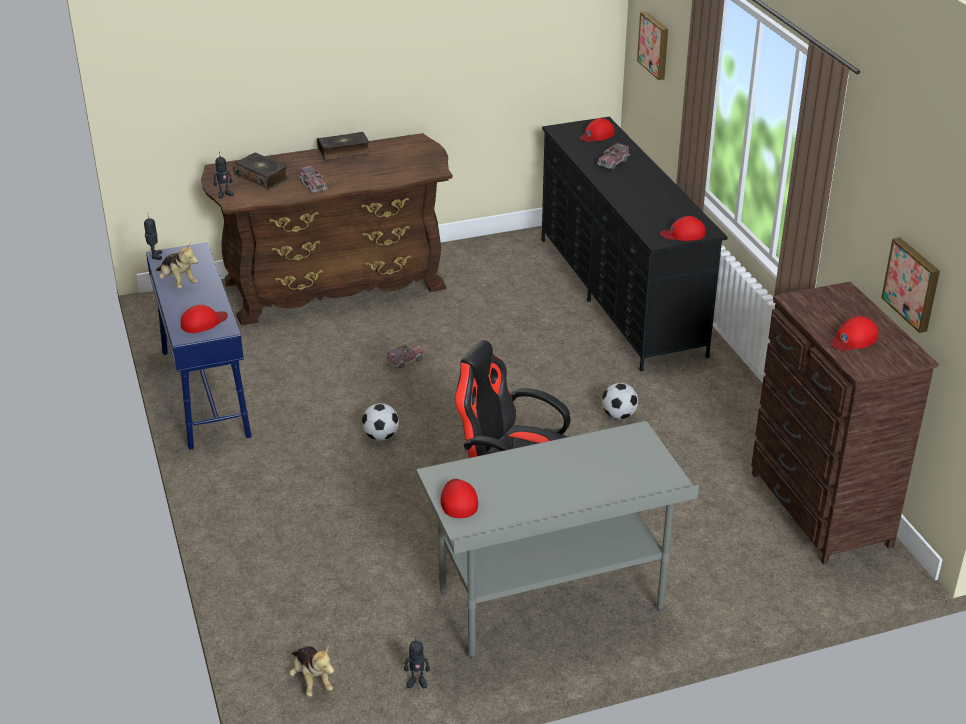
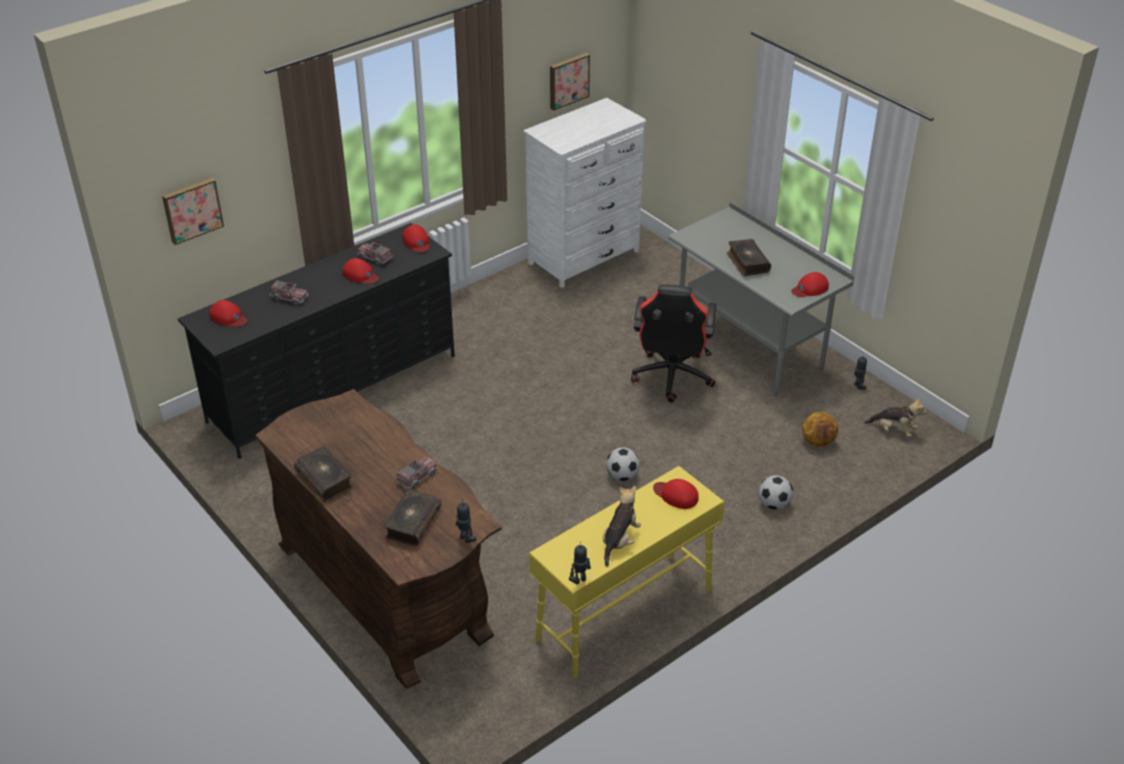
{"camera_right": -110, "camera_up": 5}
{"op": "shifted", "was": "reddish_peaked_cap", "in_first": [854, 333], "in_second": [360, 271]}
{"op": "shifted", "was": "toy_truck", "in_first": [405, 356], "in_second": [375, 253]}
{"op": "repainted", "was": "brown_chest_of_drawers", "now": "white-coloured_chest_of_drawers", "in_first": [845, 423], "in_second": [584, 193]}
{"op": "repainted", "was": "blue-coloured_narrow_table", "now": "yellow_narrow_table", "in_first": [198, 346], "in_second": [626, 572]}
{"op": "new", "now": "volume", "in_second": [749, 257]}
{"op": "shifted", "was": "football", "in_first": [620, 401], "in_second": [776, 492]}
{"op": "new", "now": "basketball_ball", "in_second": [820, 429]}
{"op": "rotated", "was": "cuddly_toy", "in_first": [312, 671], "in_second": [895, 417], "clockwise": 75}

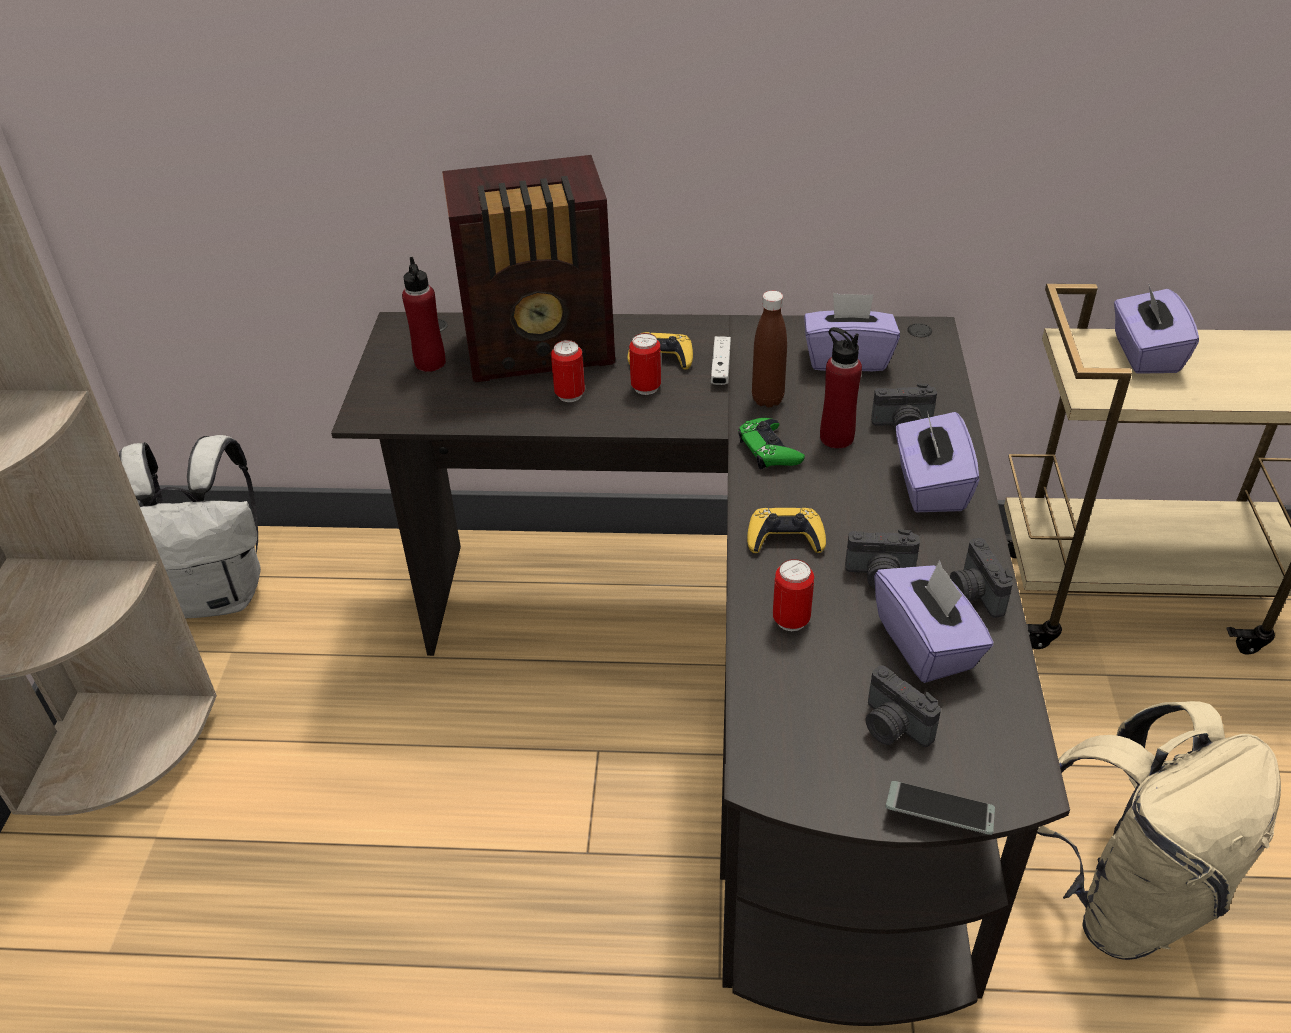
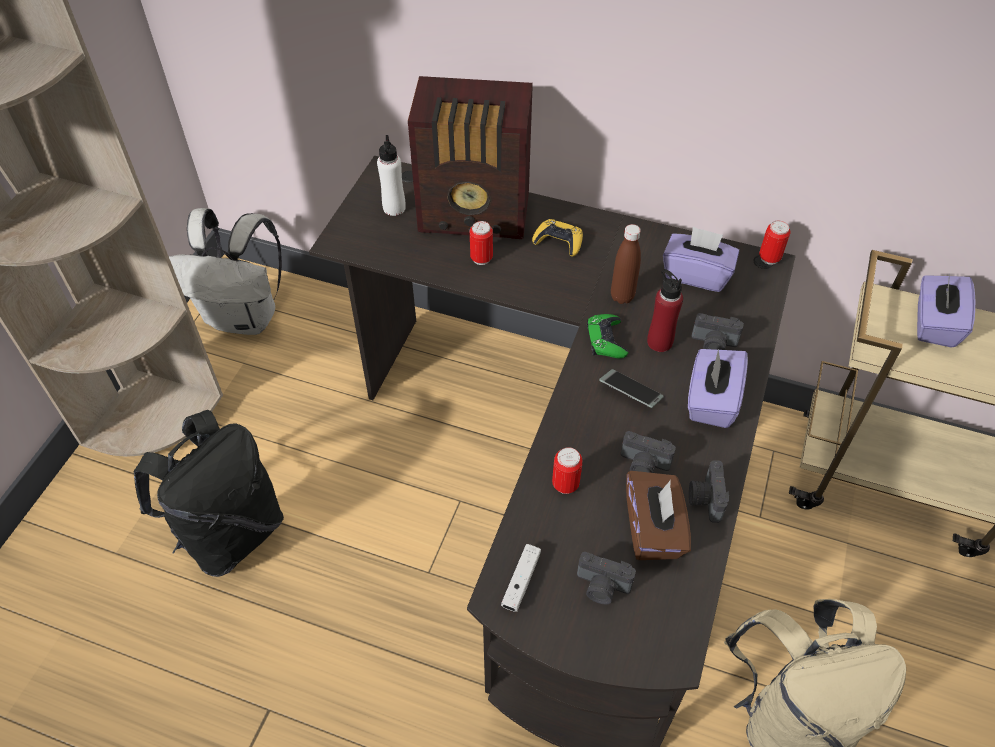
{"camera_right": 15, "camera_up": 10}
{"op": "new", "now": "black-coloured_rucksack", "in_second": [208, 493]}
{"op": "repainted", "was": "reddish_bottle", "now": "white-coloured_bottle", "in_first": [424, 314], "in_second": [391, 175]}
{"op": "shifted", "was": "white-coloured_gamepad", "in_first": [721, 360], "in_second": [521, 578]}
{"op": "rotated", "was": "photo_camera", "in_first": [903, 706], "in_second": [606, 578], "clockwise": -45}
{"op": "shifted", "was": "telephone", "in_first": [940, 808], "in_second": [631, 388]}
{"op": "repainted", "was": "purple-coloured_tissue_box", "now": "brown_tissue_box", "in_first": [934, 621], "in_second": [658, 515]}
{"op": "shifted", "was": "sealed_can", "in_first": [645, 364], "in_second": [775, 243]}
{"op": "gone", "was": "yellow_gamepad", "in_first": [786, 530]}

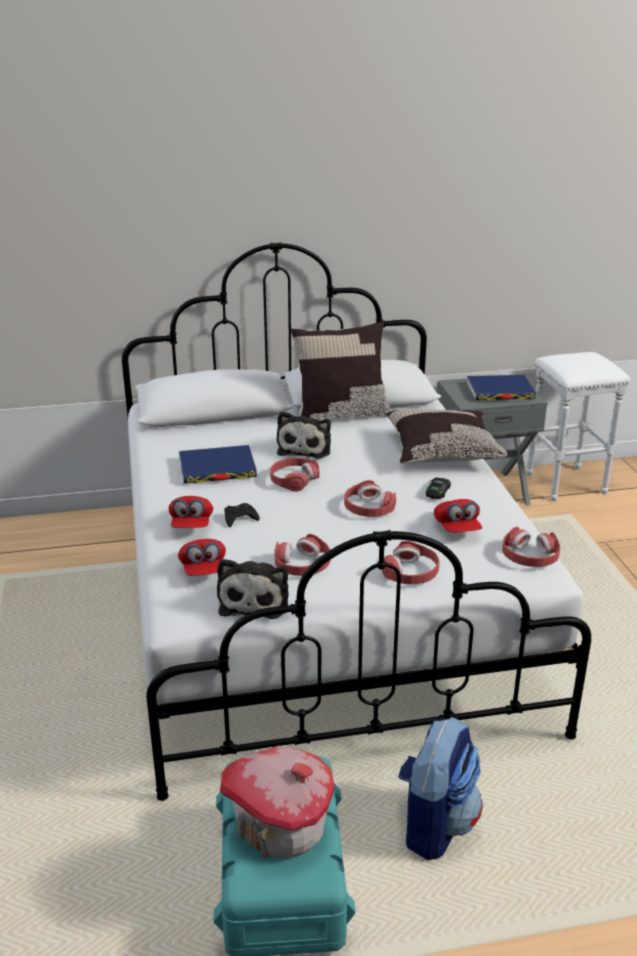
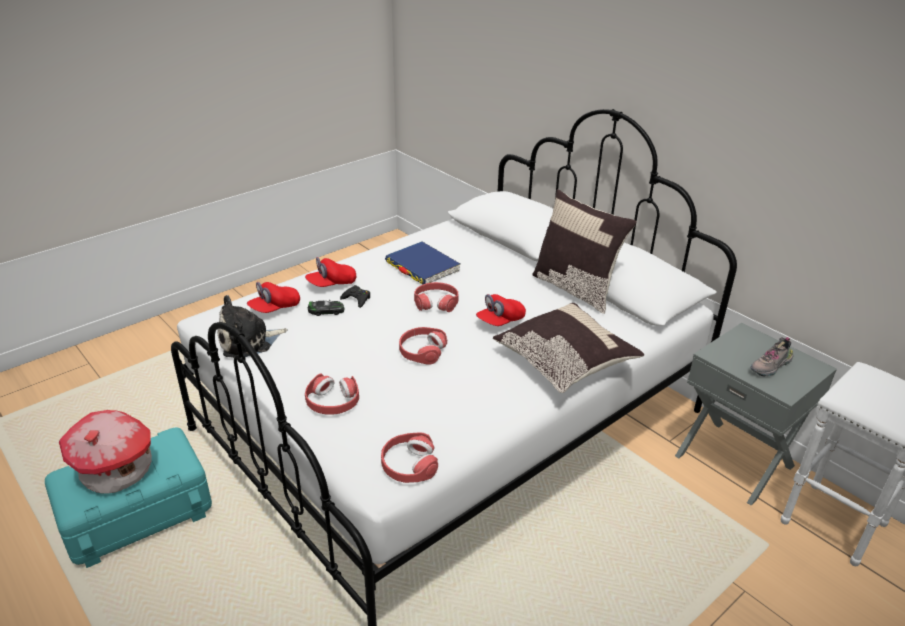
{"camera_right": 60, "camera_up": 5}
{"op": "shifted", "was": "model_car", "in_first": [438, 489], "in_second": [326, 308]}
{"op": "shifted", "was": "reddish_peaked_cap", "in_first": [458, 515], "in_second": [501, 310]}
{"op": "swapped", "was": "blue-coloured_volume", "now": "shoe", "in_first": [501, 387], "in_second": [771, 357]}
{"op": "gone", "was": "reddish_pair_of_headphones", "in_first": [302, 555]}
{"op": "gone", "was": "cuddly_toy", "in_first": [304, 435]}
{"op": "gone", "was": "rucksack", "in_first": [440, 788]}

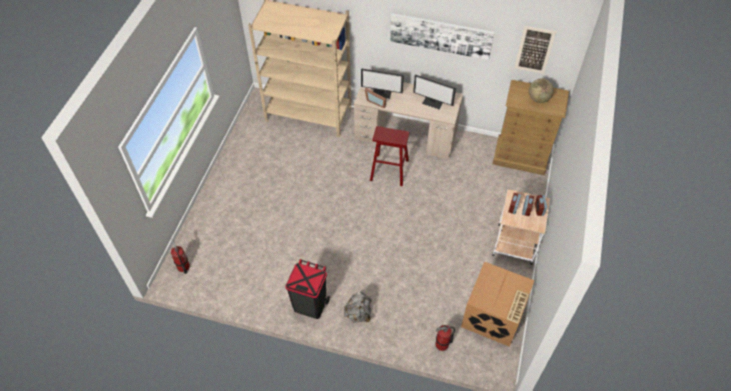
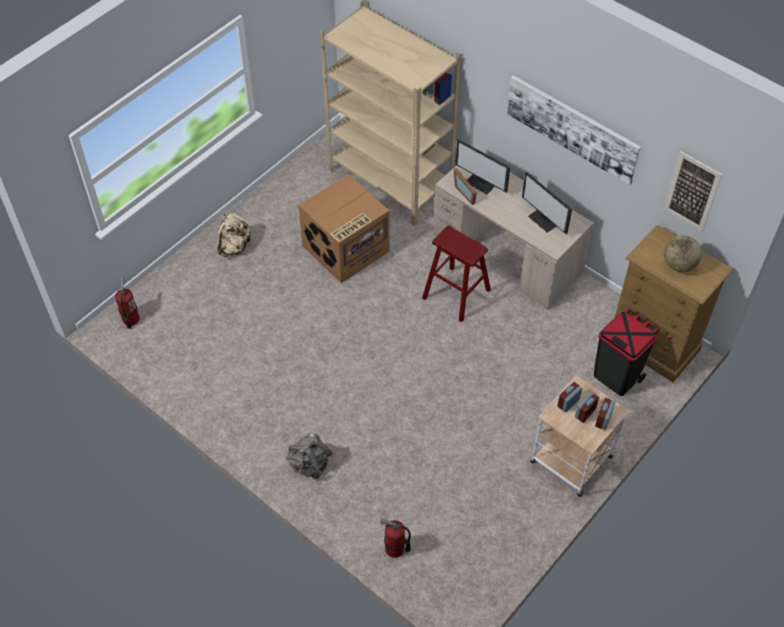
{"camera_right": 25, "camera_up": 0}
{"op": "new", "now": "beige_rucksack", "in_second": [234, 235]}
{"op": "shifted", "was": "cardboard_box", "in_first": [497, 304], "in_second": [344, 228]}
{"op": "shifted", "was": "black-coloured_waste_bin", "in_first": [307, 289], "in_second": [626, 352]}

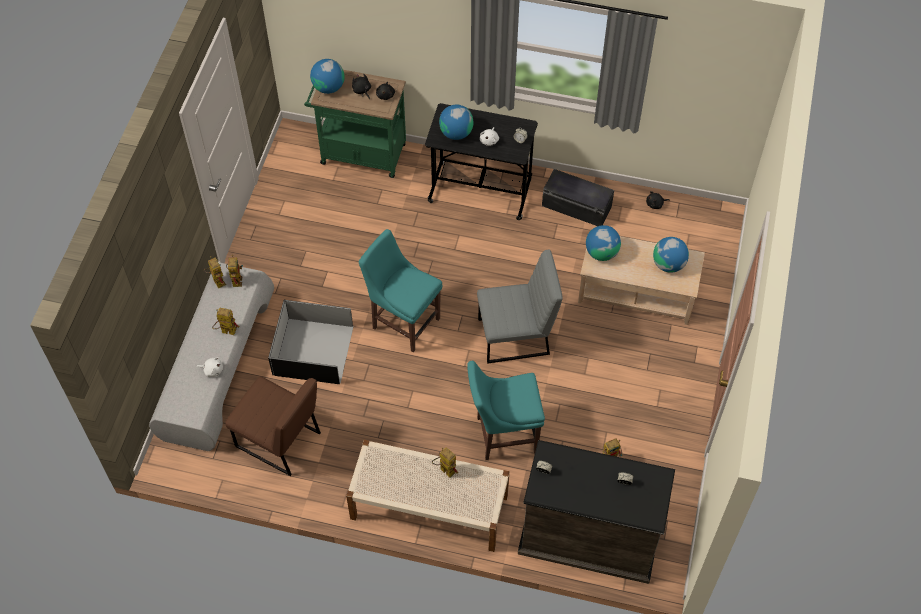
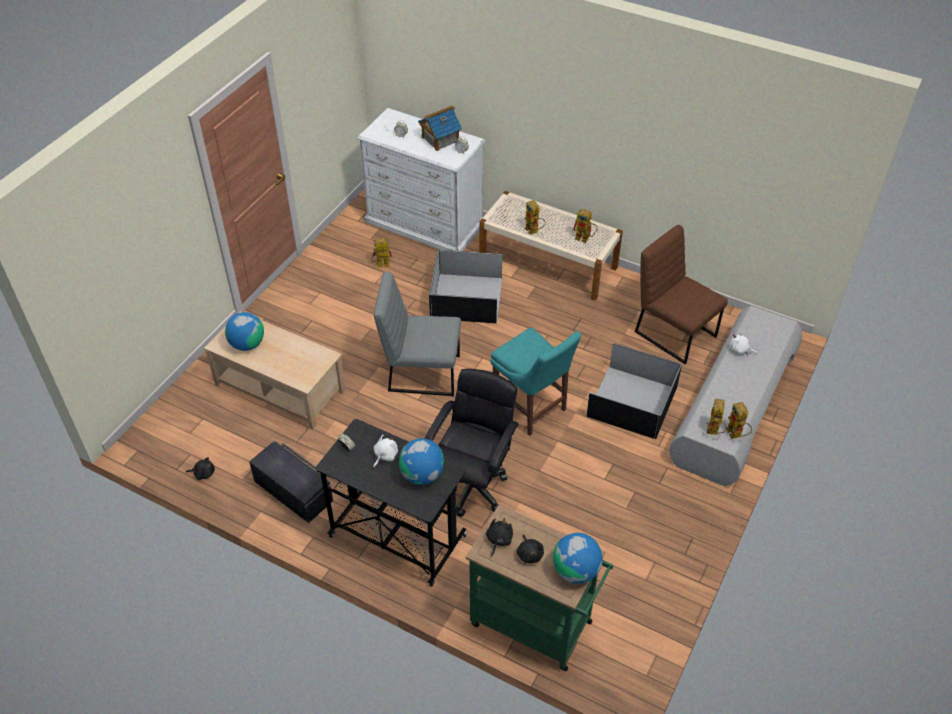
{"camera_right": -165, "camera_up": -10}
{"op": "repainted", "was": "black-coloured_chest_of_drawers", "now": "white-coloured_chest_of_drawers", "in_first": [596, 512], "in_second": [421, 179]}
{"op": "new", "now": "miniature_house", "in_second": [440, 128]}
{"op": "new", "now": "black-coloured_desk_chair", "in_second": [472, 443]}
{"op": "swapped", "was": "turquoise-coloured_plain_chair", "now": "black-coloured_storage_container", "in_first": [506, 410], "in_second": [466, 286]}
{"op": "shifted", "was": "toy_robot", "in_first": [225, 321], "in_second": [585, 226]}
{"op": "gone", "was": "globe", "in_first": [603, 243]}

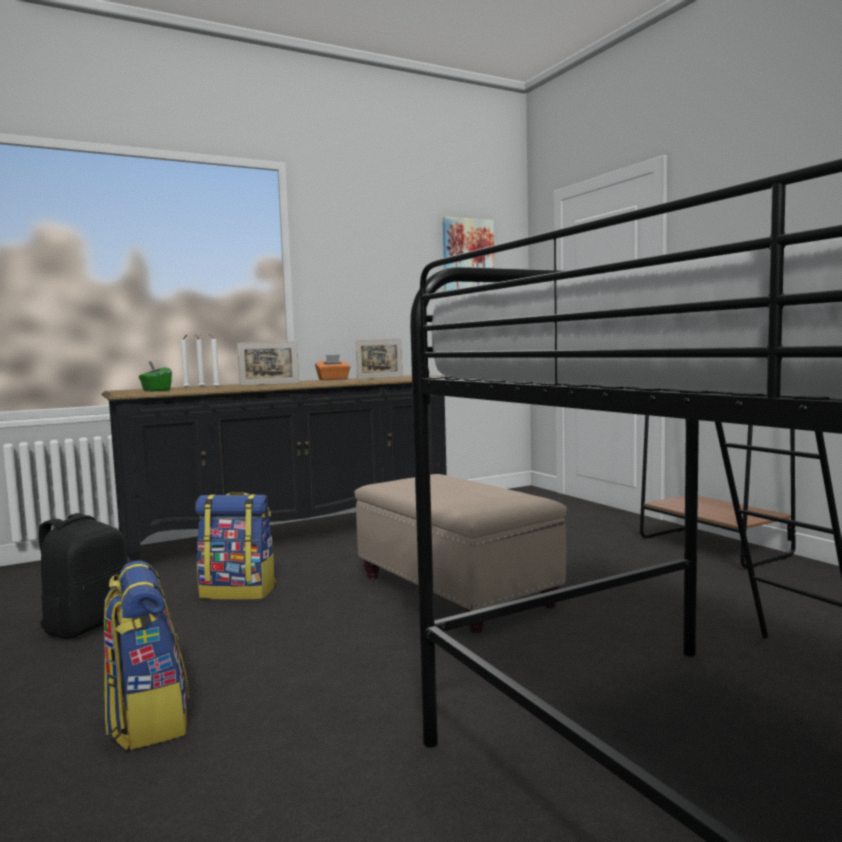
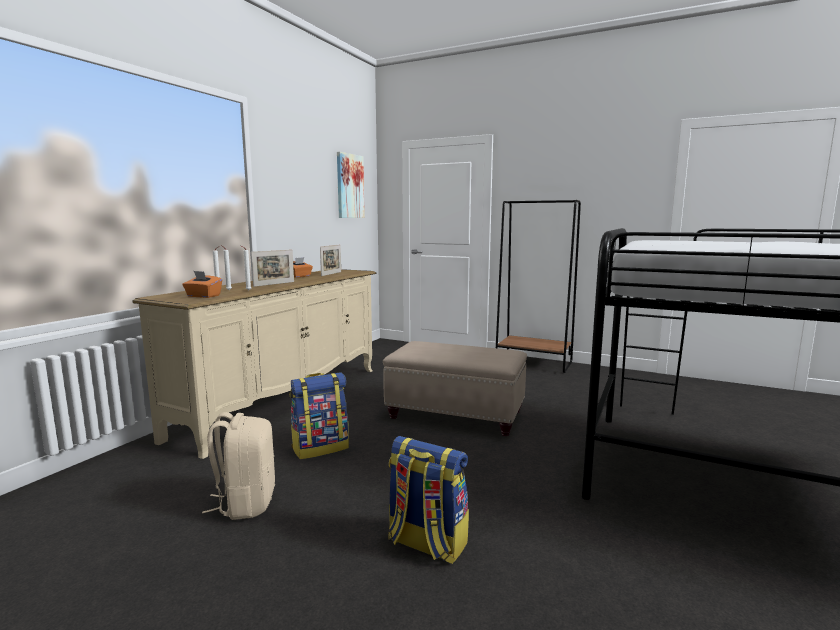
{"camera_right": -35, "camera_up": 5}
{"op": "repainted", "was": "black-coloured_chest_of_drawers", "now": "beige_chest_of_drawers", "in_first": [275, 468], "in_second": [254, 364]}
{"op": "repainted", "was": "green-coloured_tissue_box", "now": "orangey_tissue_box", "in_first": [155, 376], "in_second": [202, 284]}
{"op": "repainted", "was": "black-coloured_rucksack", "now": "beige_rucksack", "in_first": [82, 576], "in_second": [238, 466]}

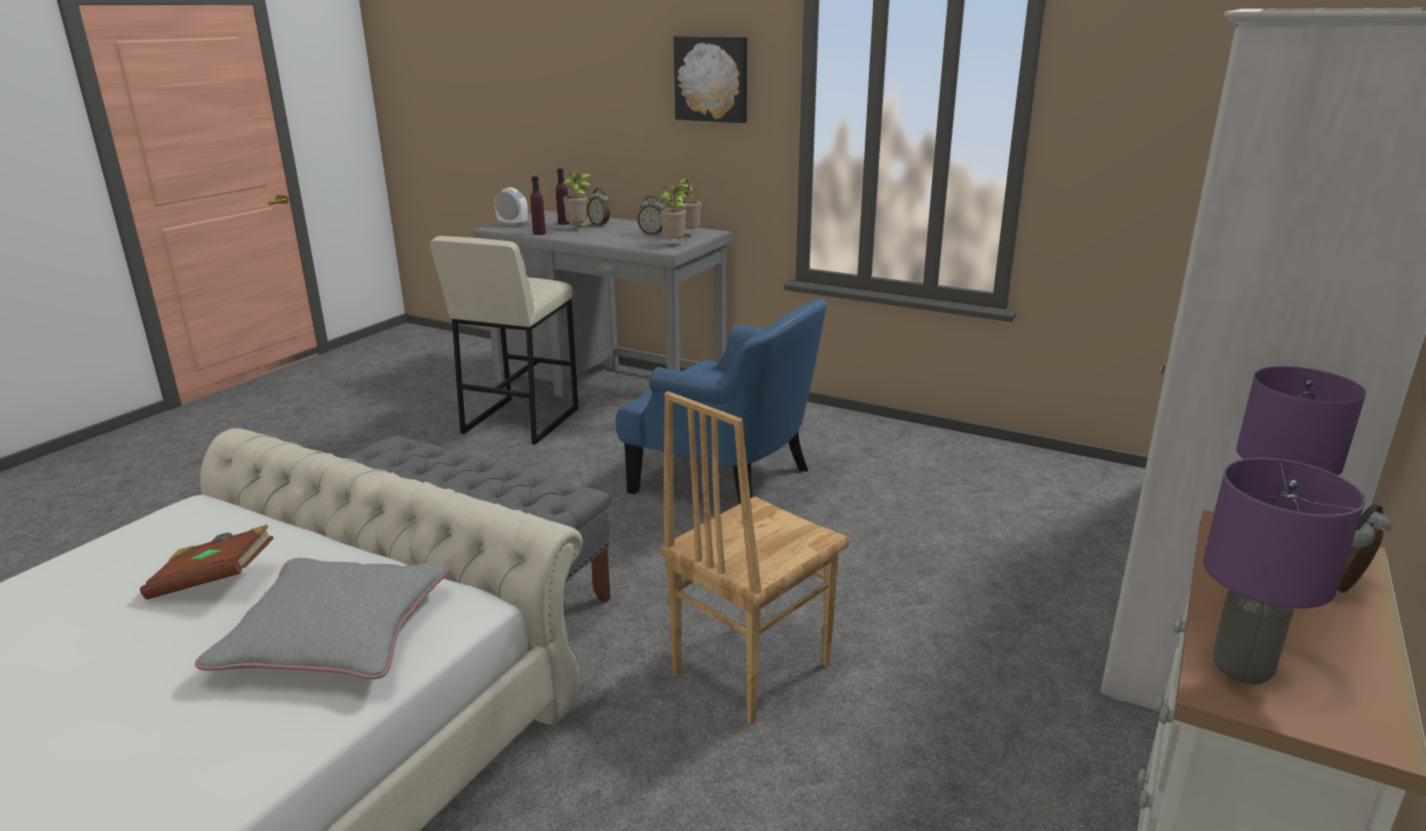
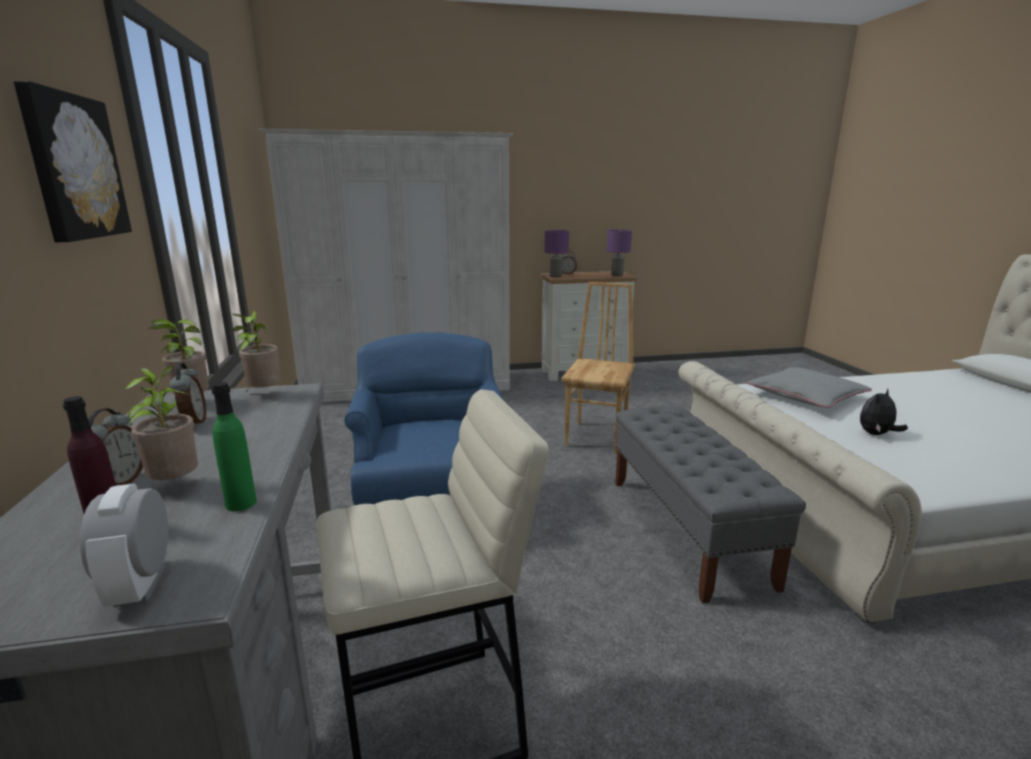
{"camera_right": -130, "camera_up": -5}
{"op": "repainted", "was": "purple-coloured_bottle", "now": "green-coloured_bottle", "in_first": [538, 205], "in_second": [234, 446]}
{"op": "rotated", "was": "brown_plain_chair", "in_first": [755, 558], "in_second": [598, 367], "clockwise": -75}
{"op": "swapped", "was": "brown_volume", "now": "cuddly_toy", "in_first": [207, 562], "in_second": [884, 412]}

